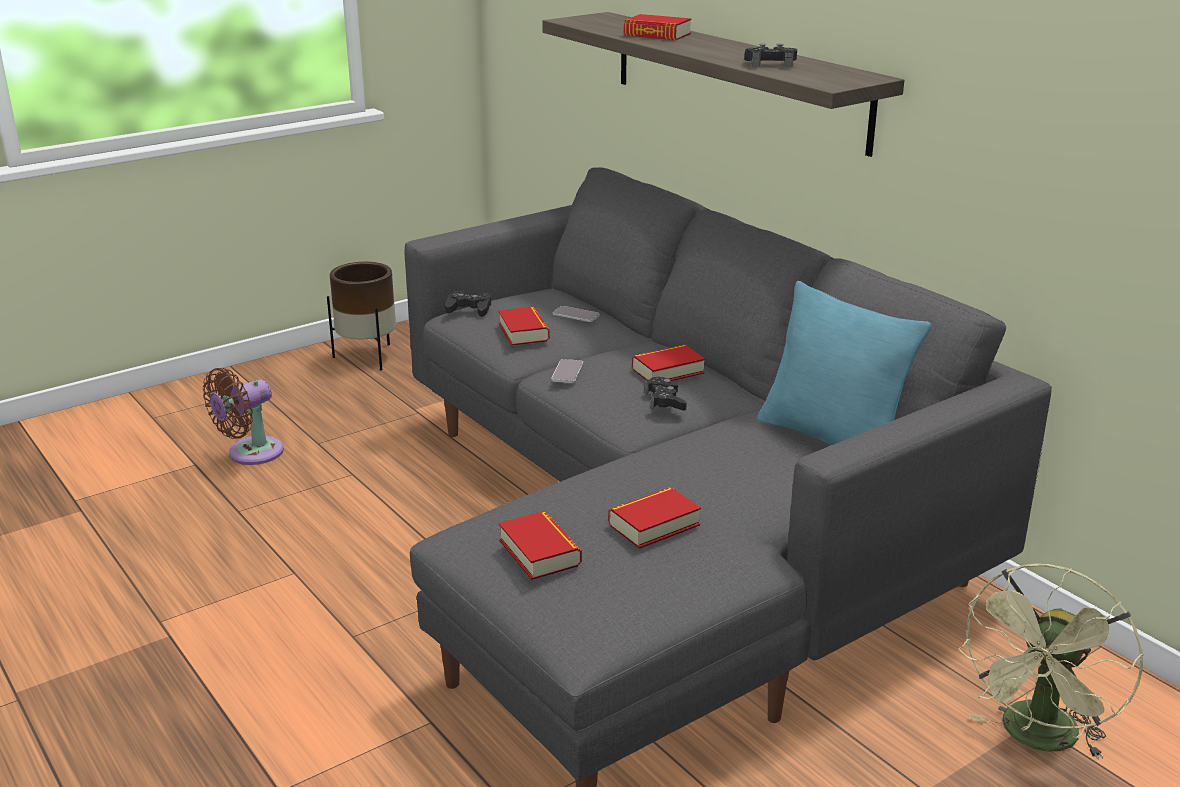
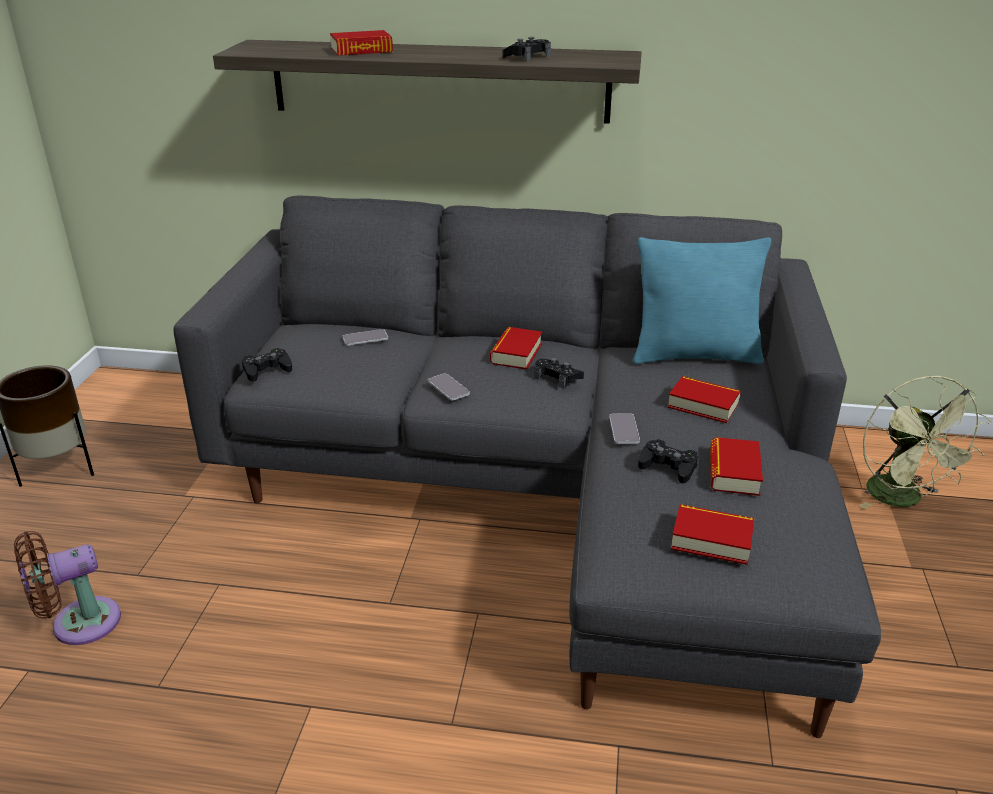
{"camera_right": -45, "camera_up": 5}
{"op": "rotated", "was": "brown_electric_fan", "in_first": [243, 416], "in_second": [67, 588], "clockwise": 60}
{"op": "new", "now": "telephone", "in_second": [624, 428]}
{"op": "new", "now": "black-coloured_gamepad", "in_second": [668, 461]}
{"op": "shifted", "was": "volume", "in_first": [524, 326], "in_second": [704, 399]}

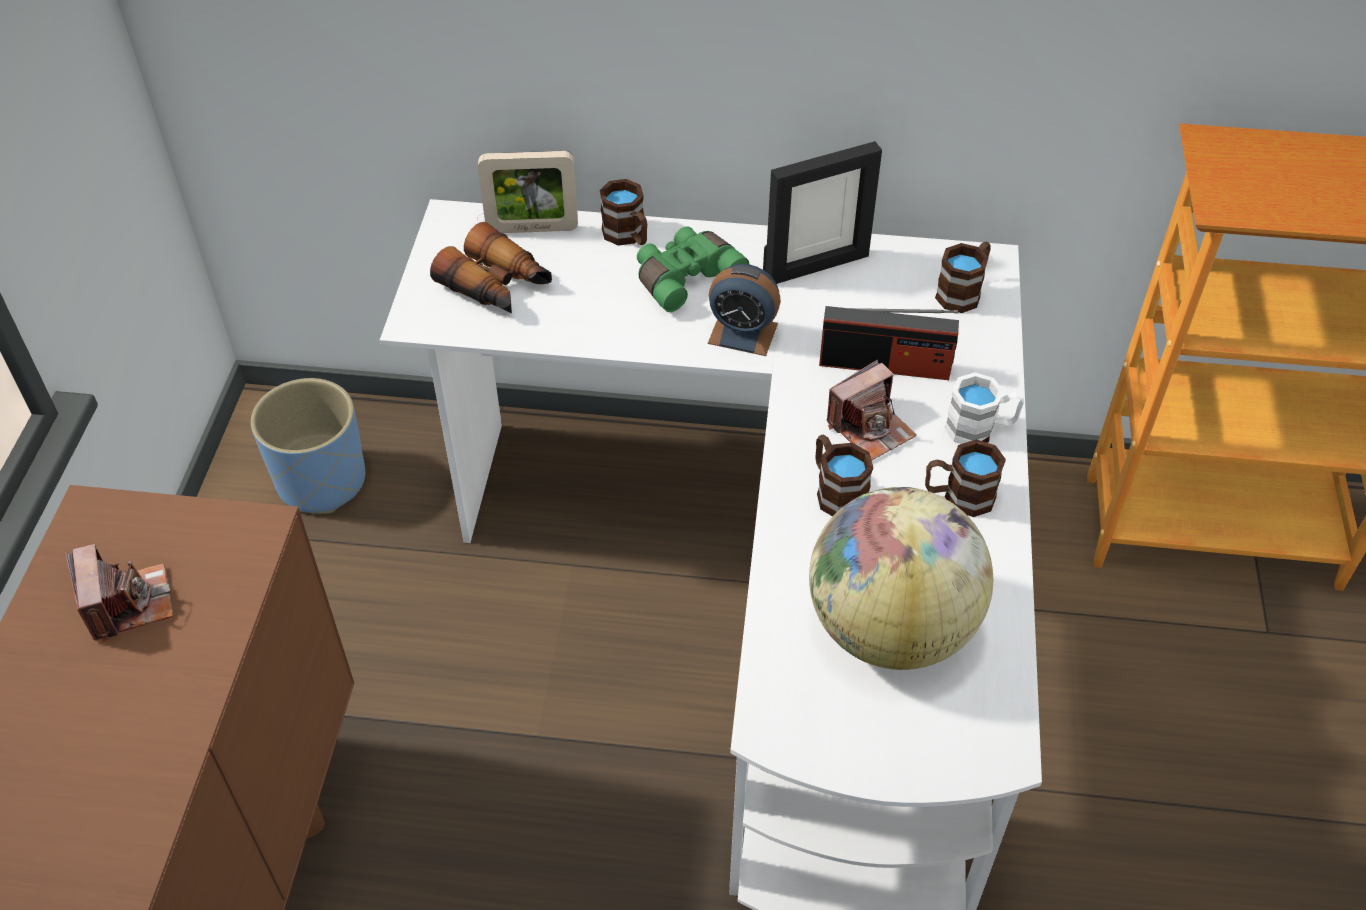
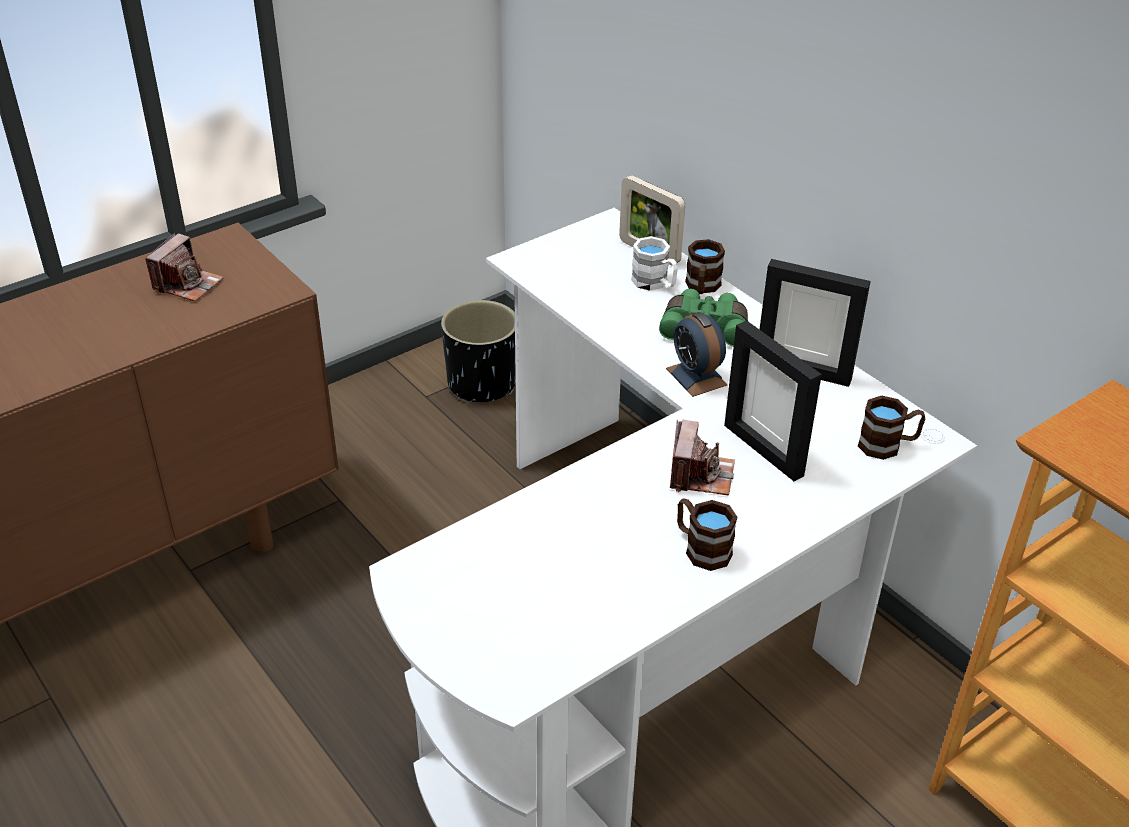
{"camera_right": 45, "camera_up": -10}
{"op": "repainted", "was": "blue-coloured_plant_pot", "now": "black-coloured_plant_pot", "in_first": [308, 446], "in_second": [478, 351]}
{"op": "shifted", "was": "white-coloured_coffee_mug", "in_first": [984, 408], "in_second": [654, 263]}
{"op": "rotated", "was": "photo_camera", "in_first": [871, 410], "in_second": [702, 457], "clockwise": -90}
{"op": "swapped", "was": "radio_receiver", "now": "picture_frame", "in_first": [889, 343], "in_second": [773, 400]}
{"op": "gone", "was": "field_glasses", "in_first": [491, 267]}
{"op": "gone", "was": "globe", "in_first": [901, 578]}
{"op": "gone", "was": "brown_coffee_mug", "in_first": [844, 476]}

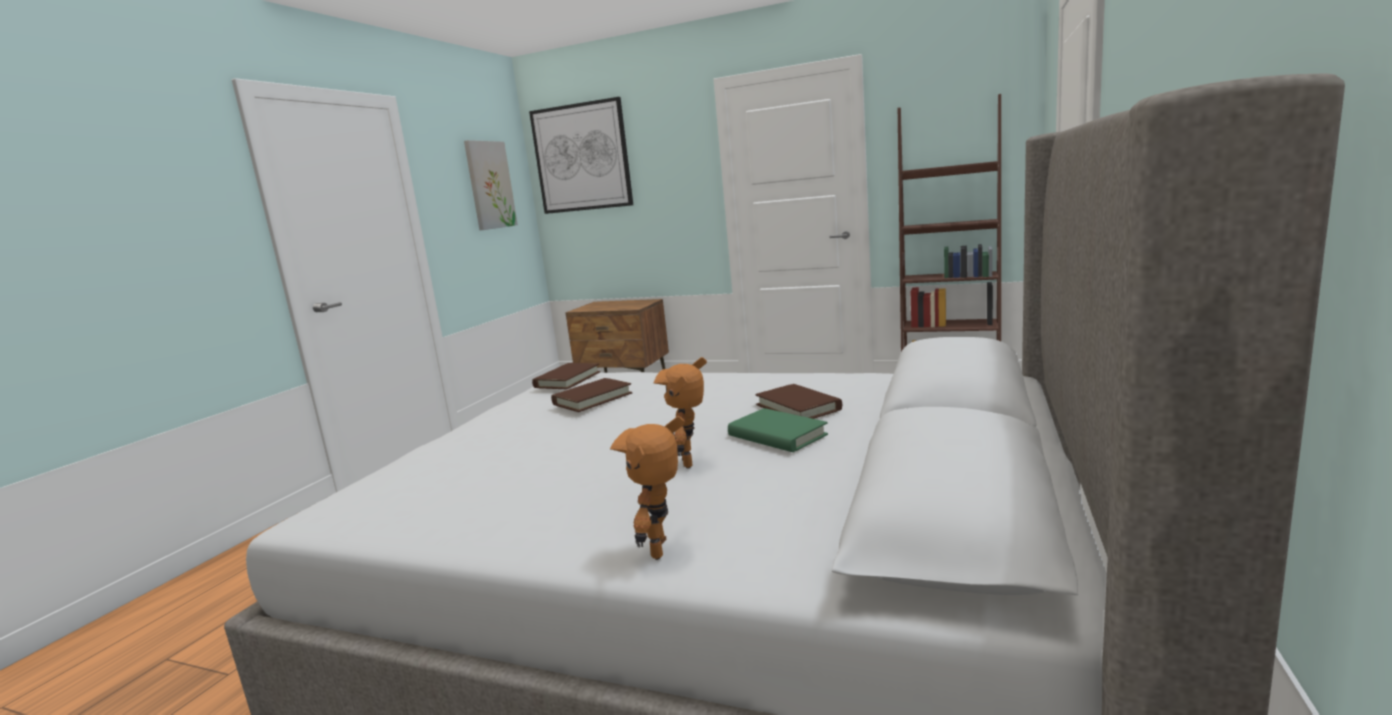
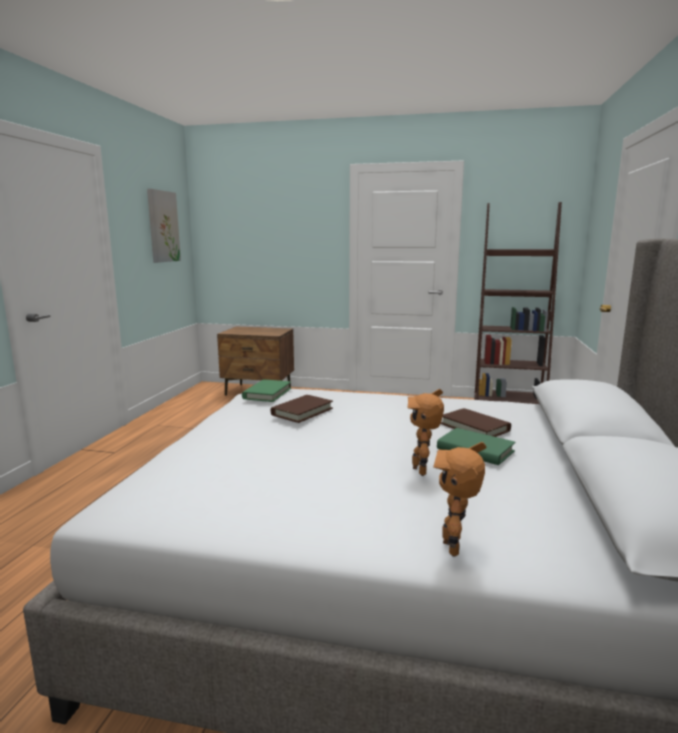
{"camera_right": -10, "camera_up": 0}
{"op": "repainted", "was": "brown_volume", "now": "green-coloured_volume", "in_first": [566, 376], "in_second": [266, 390]}
{"op": "gone", "was": "wall_picture", "in_first": [581, 155]}

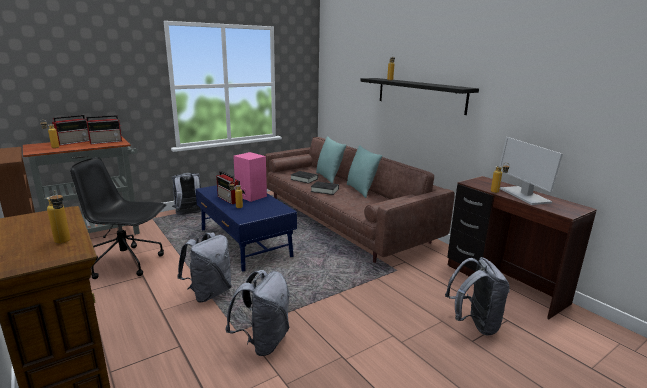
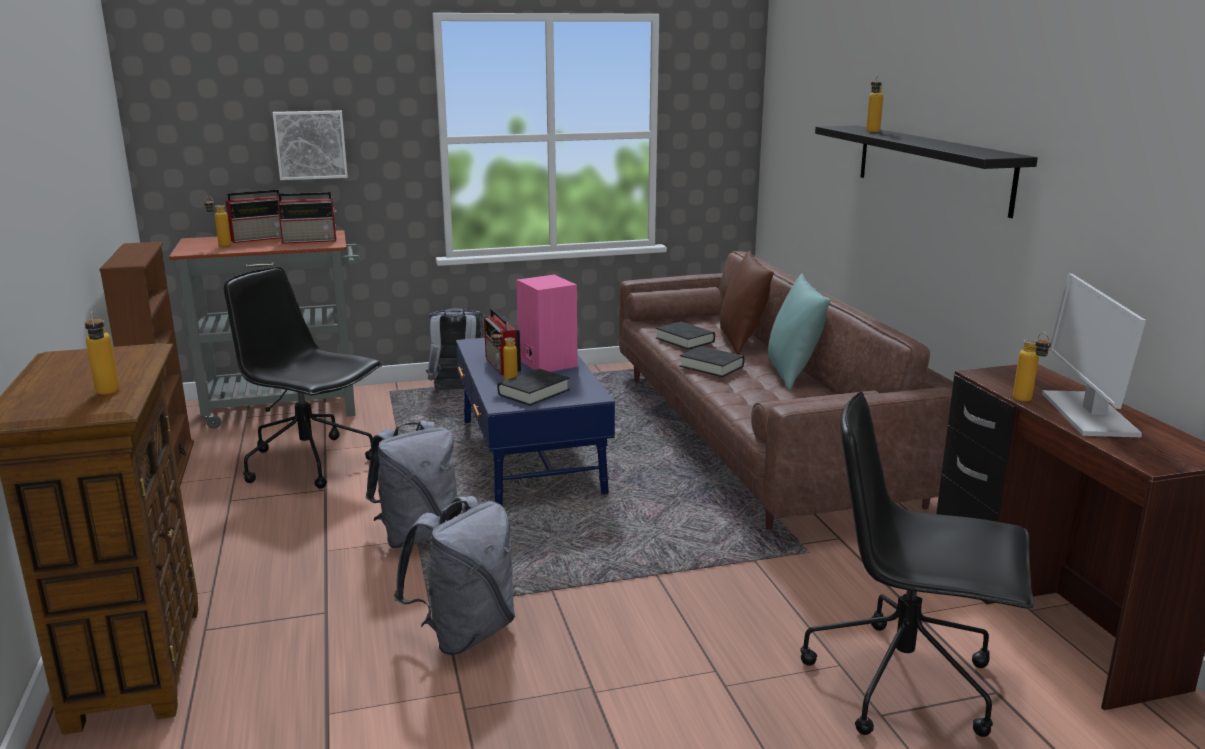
{"camera_right": 20, "camera_up": 0}
{"op": "new", "now": "wall_picture", "in_second": [310, 145]}
{"op": "new", "now": "black-coloured_volume", "in_second": [533, 387]}
{"op": "repainted", "was": "turquoise-coloured_pillow", "now": "brown_pillow", "in_first": [331, 159], "in_second": [747, 303]}
{"op": "swapped", "was": "grey_rucksack", "now": "black-coloured_desk_chair", "in_first": [477, 296], "in_second": [917, 564]}

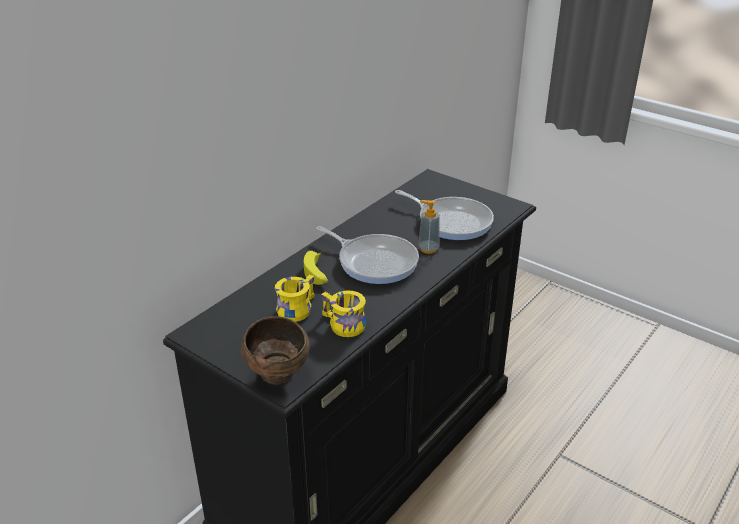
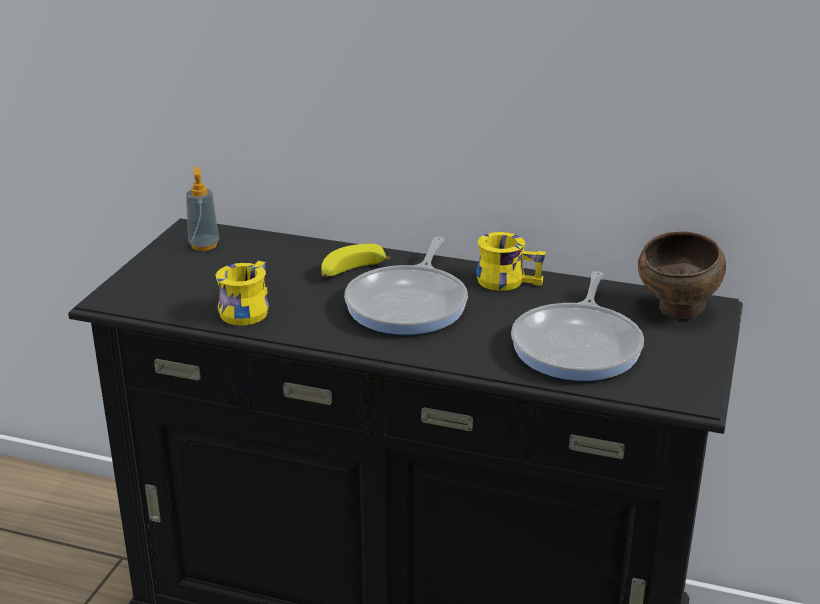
{"camera_right": 70, "camera_up": -5}
{"op": "shifted", "was": "soap_dispenser", "in_first": [429, 227], "in_second": [202, 209]}
{"op": "shifted", "was": "yellow_coffee_mug", "in_first": [295, 298], "in_second": [511, 261]}
{"op": "shifted", "was": "brown_deep_dish", "in_first": [275, 350], "in_second": [682, 275]}

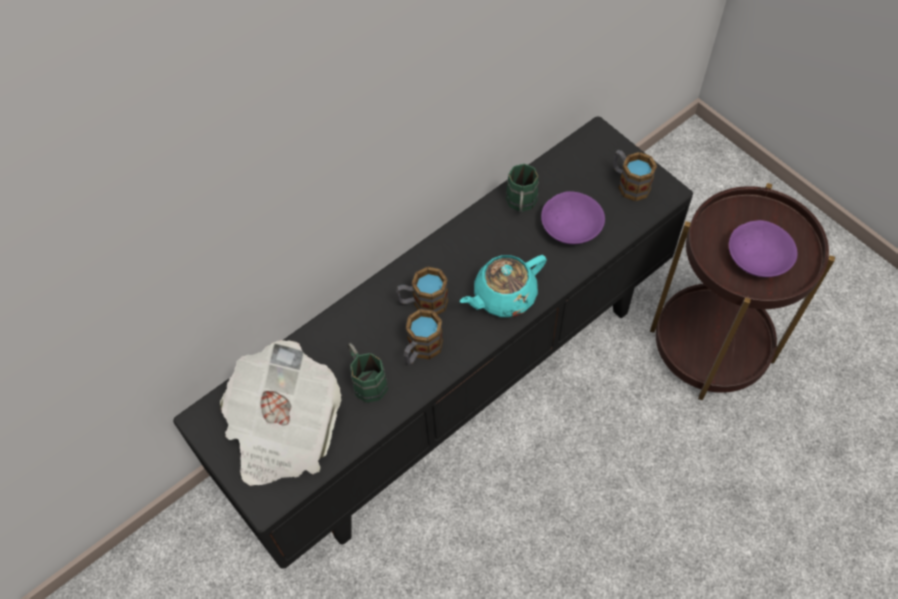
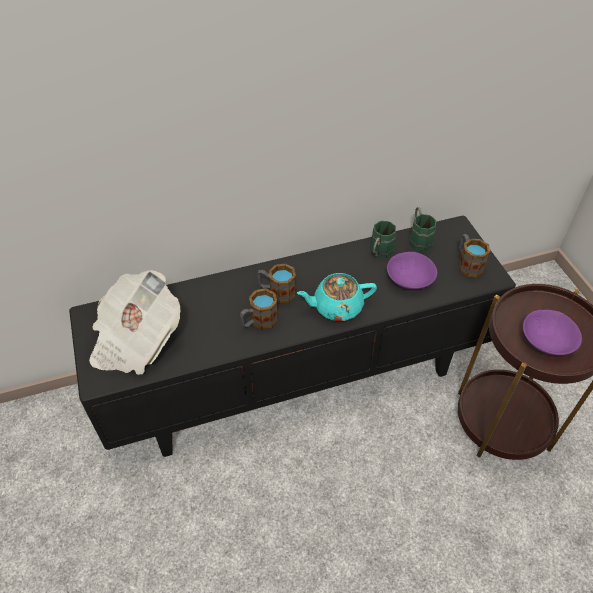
{"camera_right": 20, "camera_up": -10}
{"op": "shifted", "was": "green-coloured_coffee_mug", "in_first": [368, 373], "in_second": [422, 229]}

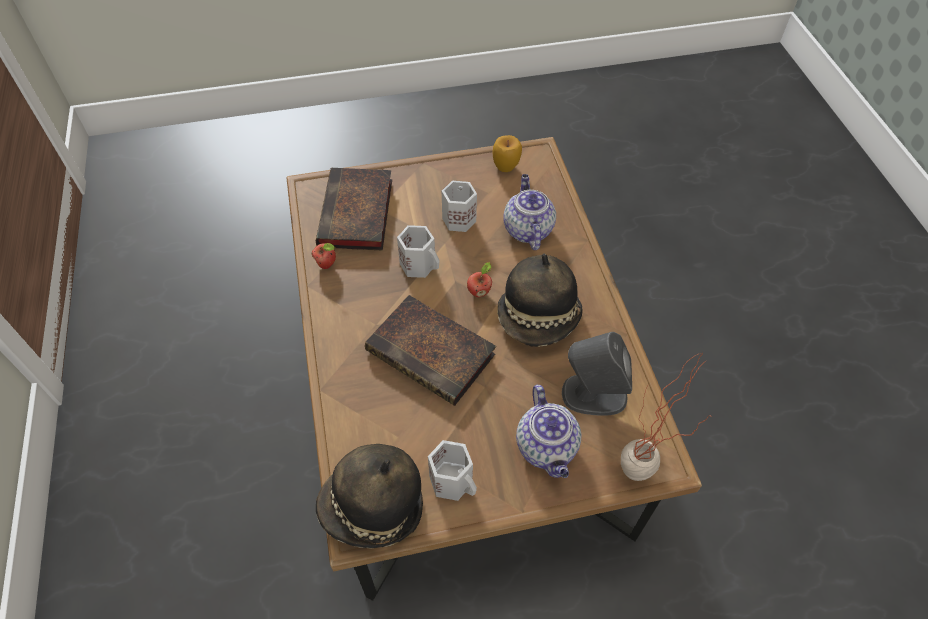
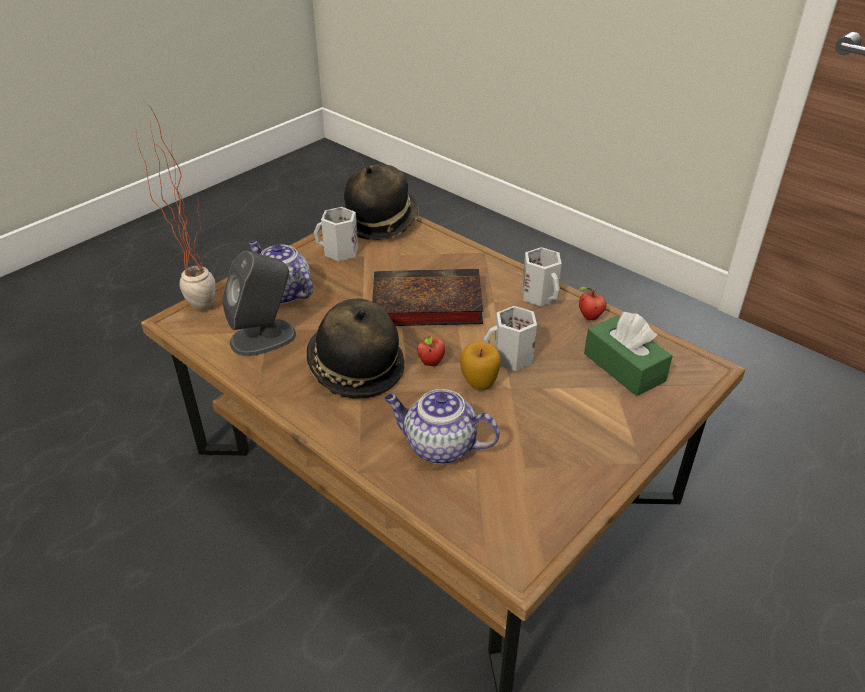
{"camera_right": 145, "camera_up": -15}
{"op": "rotated", "was": "teapot", "in_first": [530, 212], "in_second": [442, 426], "clockwise": 150}
{"op": "shifted", "was": "apple_fruit", "in_first": [507, 153], "in_second": [480, 366]}
{"op": "shifted", "was": "white-coloured_coffee_mug", "in_first": [459, 206], "in_second": [542, 276]}
{"op": "swapped", "was": "volume", "now": "green-coloured_tissue_box", "in_first": [354, 209], "in_second": [628, 354]}

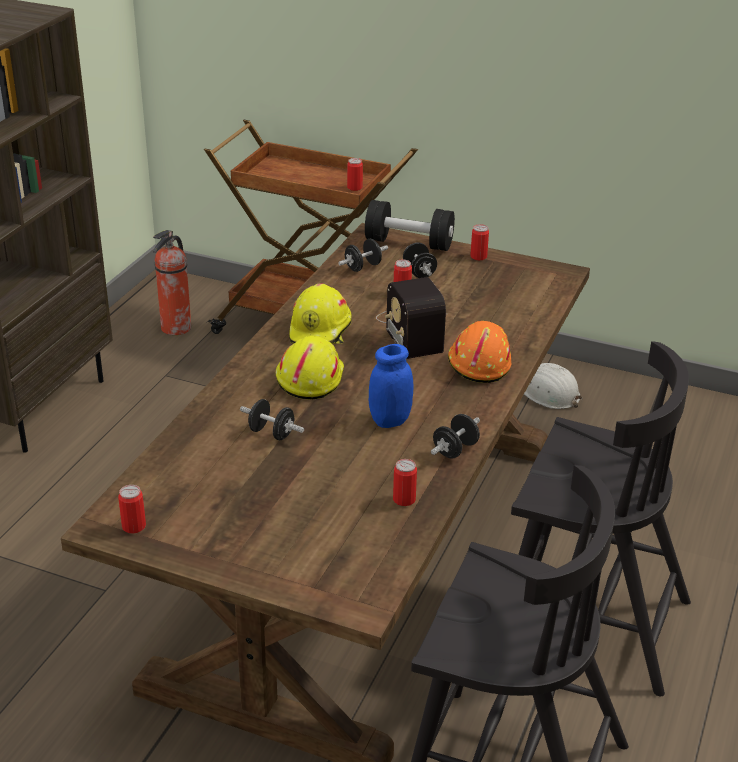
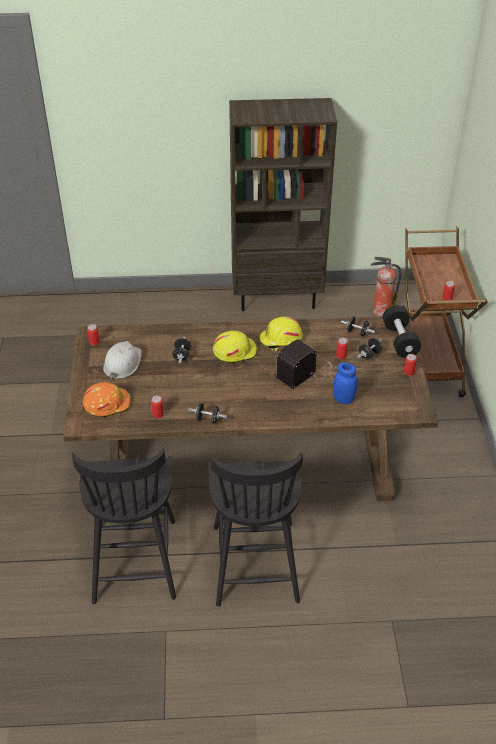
{"camera_right": 65, "camera_up": 10}
{"op": "shifted", "was": "orangey_hard_hat", "in_first": [479, 352], "in_second": [107, 399]}
{"op": "shifted", "was": "white-coloured_hard_hat", "in_first": [553, 386], "in_second": [122, 360]}
{"op": "shifted", "was": "blue-coloured_jar", "in_first": [391, 386], "in_second": [345, 383]}

